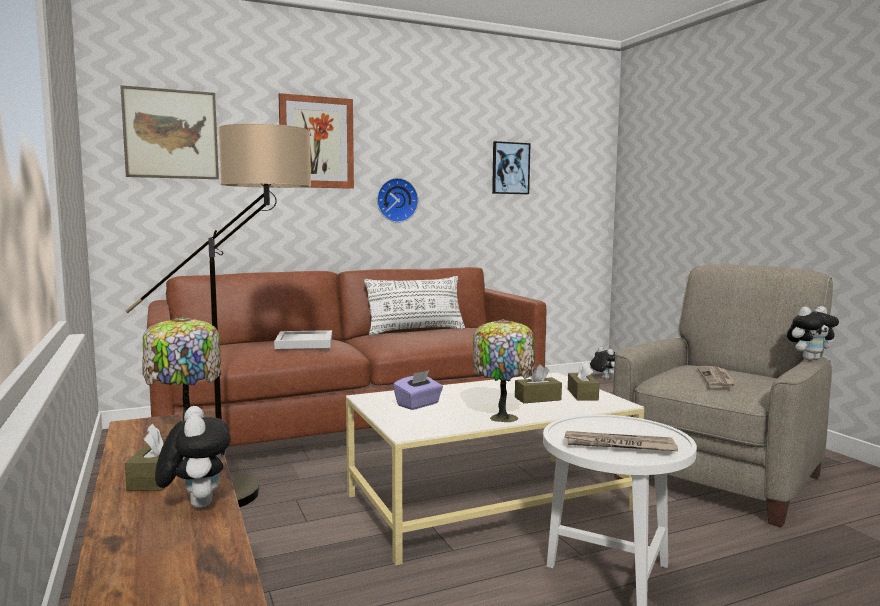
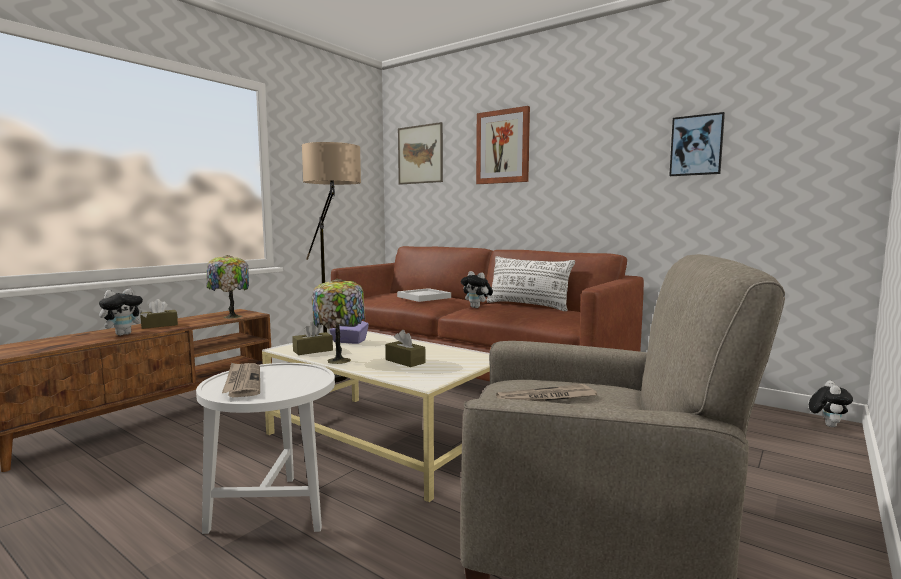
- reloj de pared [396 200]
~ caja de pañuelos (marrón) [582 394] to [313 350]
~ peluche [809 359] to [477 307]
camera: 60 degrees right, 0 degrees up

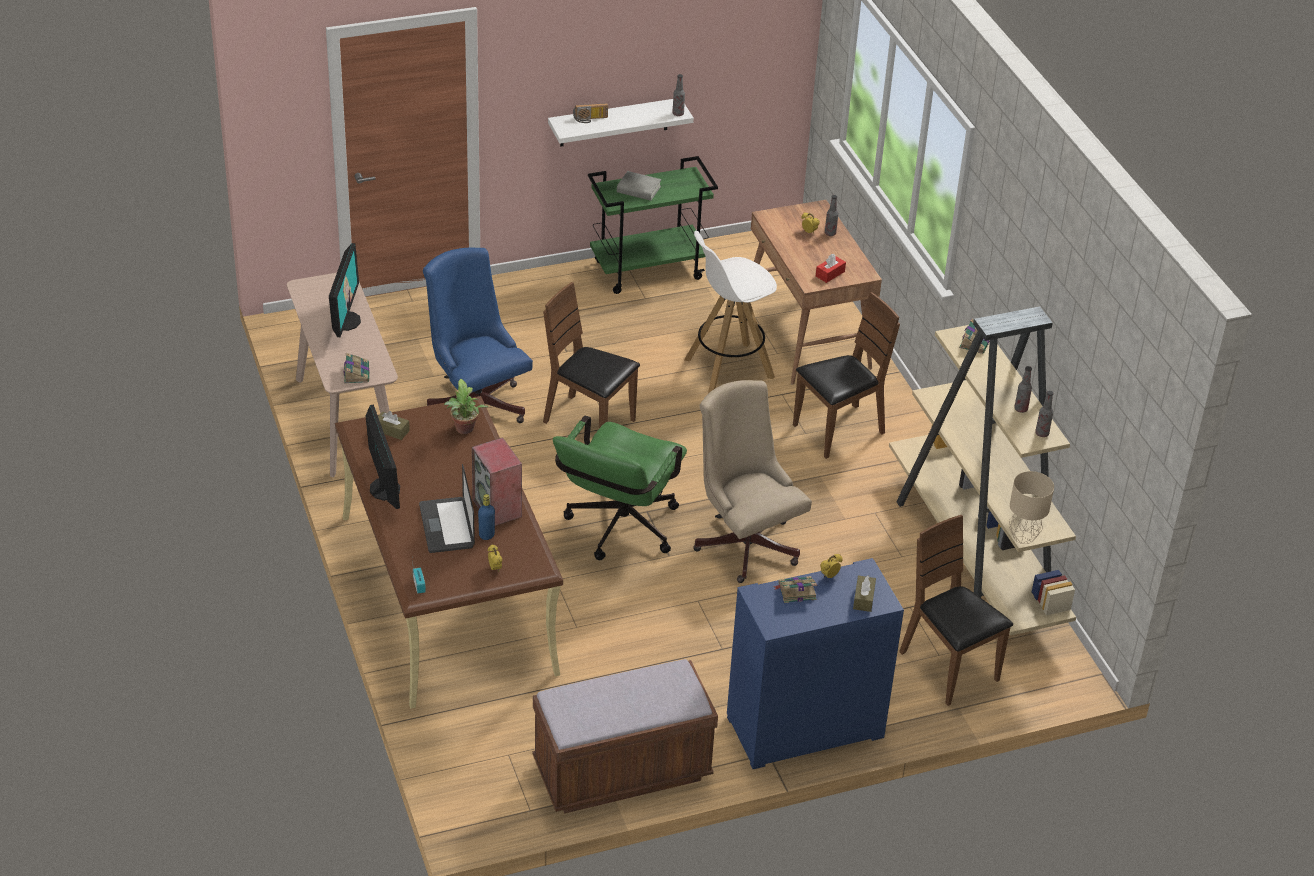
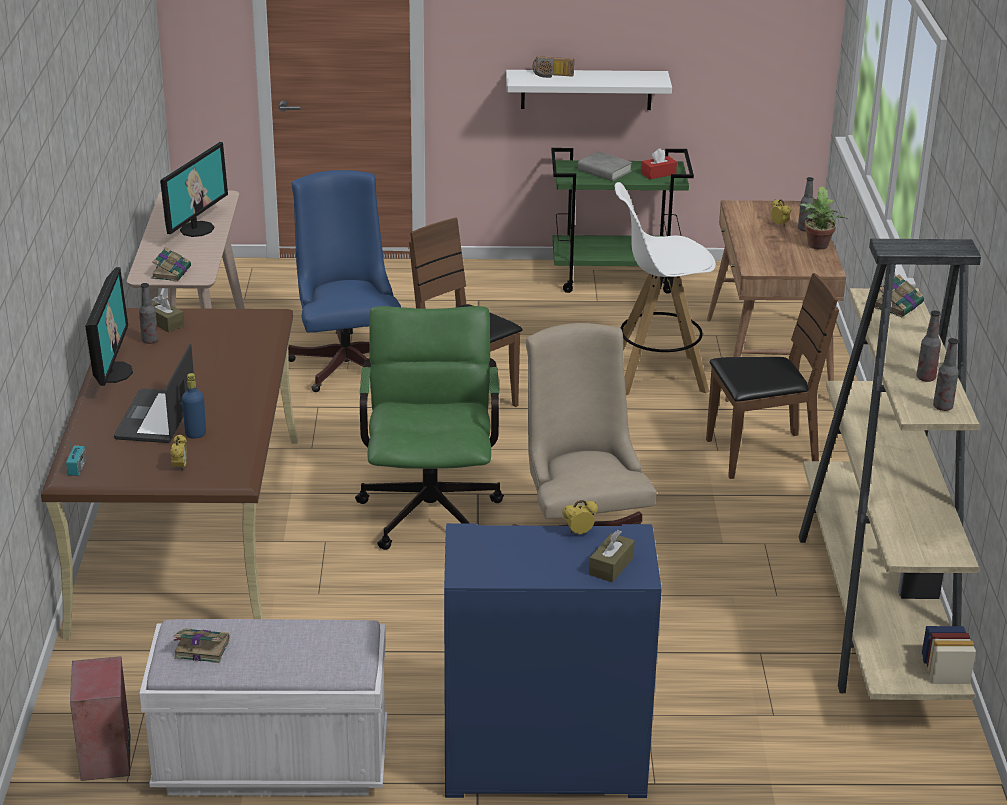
- silla (marrón) [948 668]
- lámpara de mesa (beis) [1023 537]
~ planta en maceta [464 430] to [817 246]
~ altavoz [498 508] to [107 757]
~ botella [678 113] to [150 341]
~ libro [796 591] to [200 648]
~ caja de pañuelos (rojo) [830 274] to [658 174]
~ banco (marrón) [622 772] to banco (blanco) [272 763]
~ silla de oficina (verde) [617 531] = [430 507] 135 degrees clockwise
camera: 20 degrees right, 10 degrees down

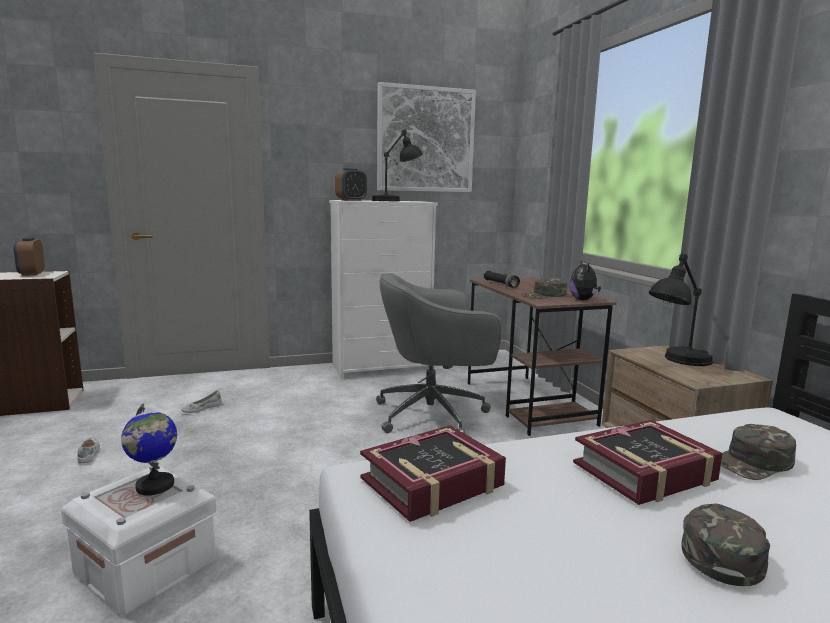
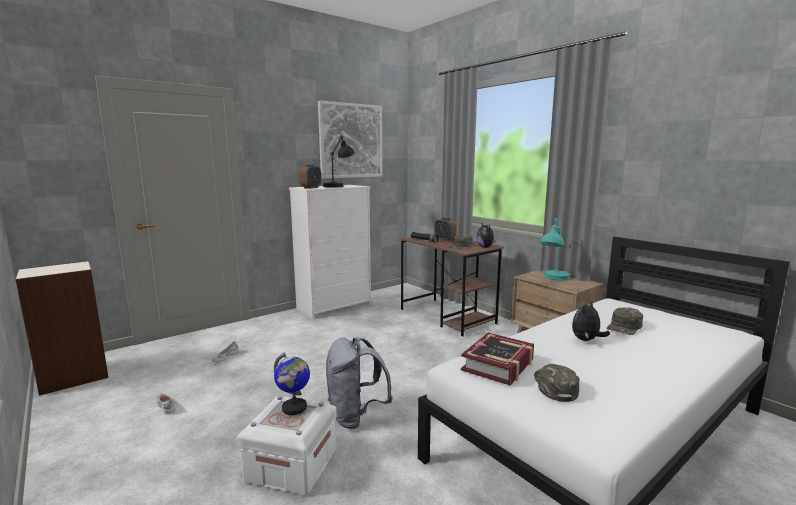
- silla de oficina (gris) [434 414]
+ mochila (gris) [355 416]
~ despertador [31 274] to [444 240]
~ gorra (verde) [718 548] to [554 386]
~ libro [645 472] to peluche [586 340]
~ lámpara de mesa (negro) [677 362] to lámpara de mesa (turquesa) [553 279]
camera: 20 degrees left, 0 degrees up

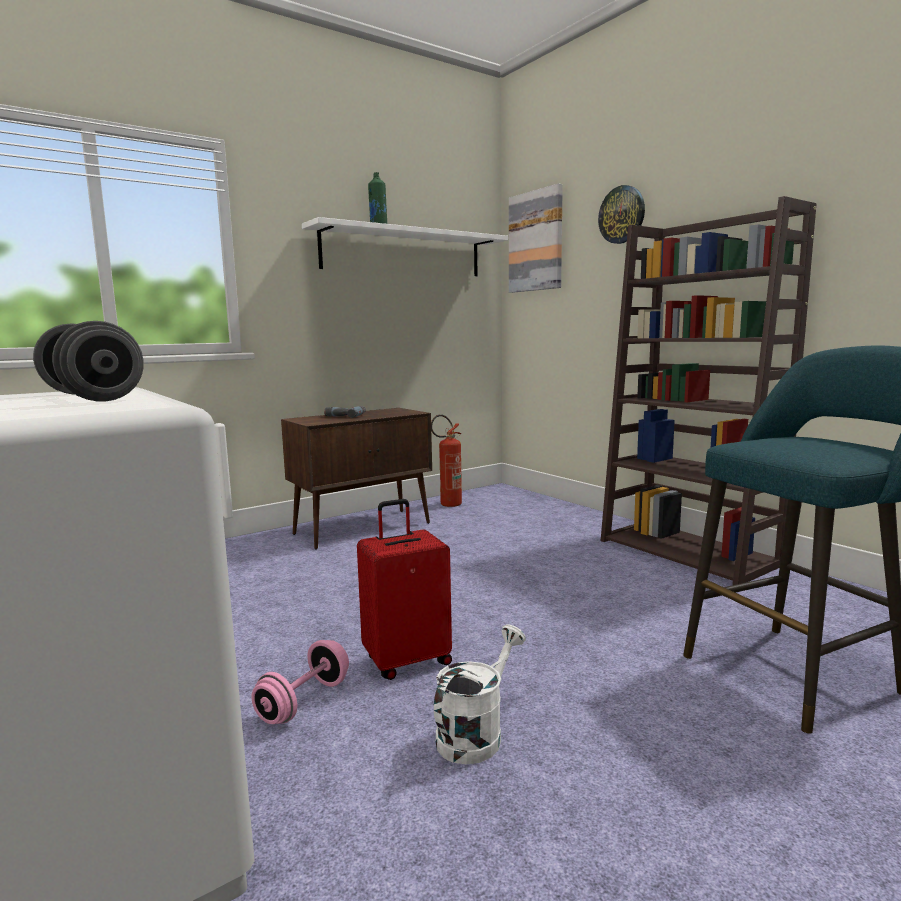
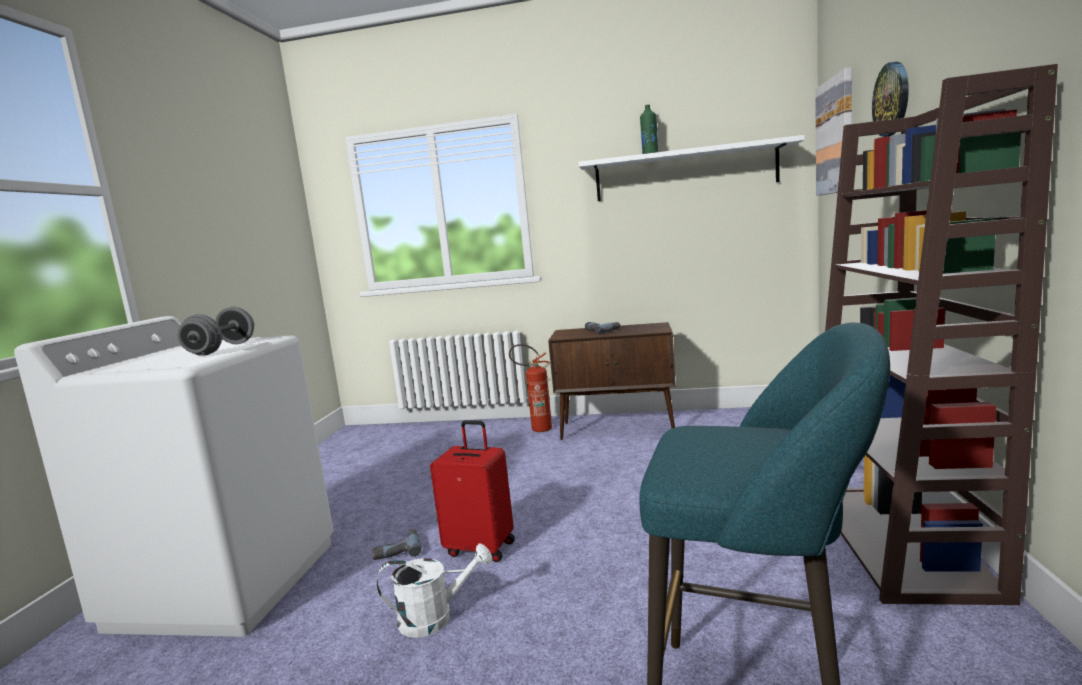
~ extintor [447 505] to [536 429]
~ mancuerna (rosa) [304 702] to taladro [397 550]
camera: 45 degrees right, 0 degrees up

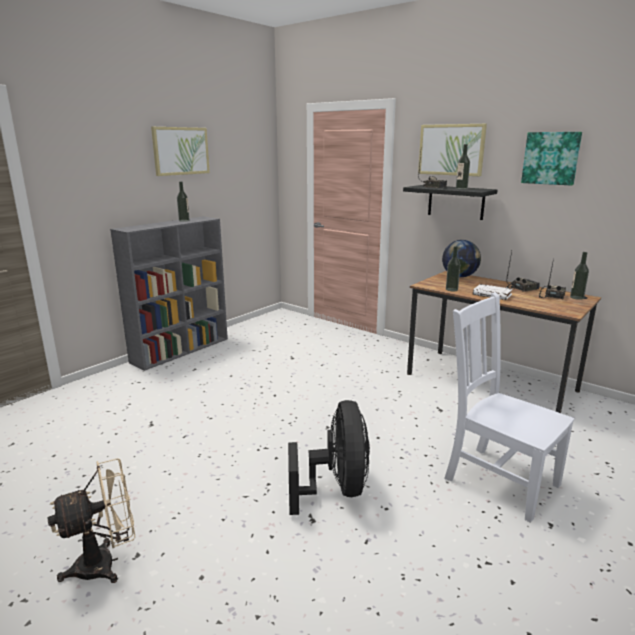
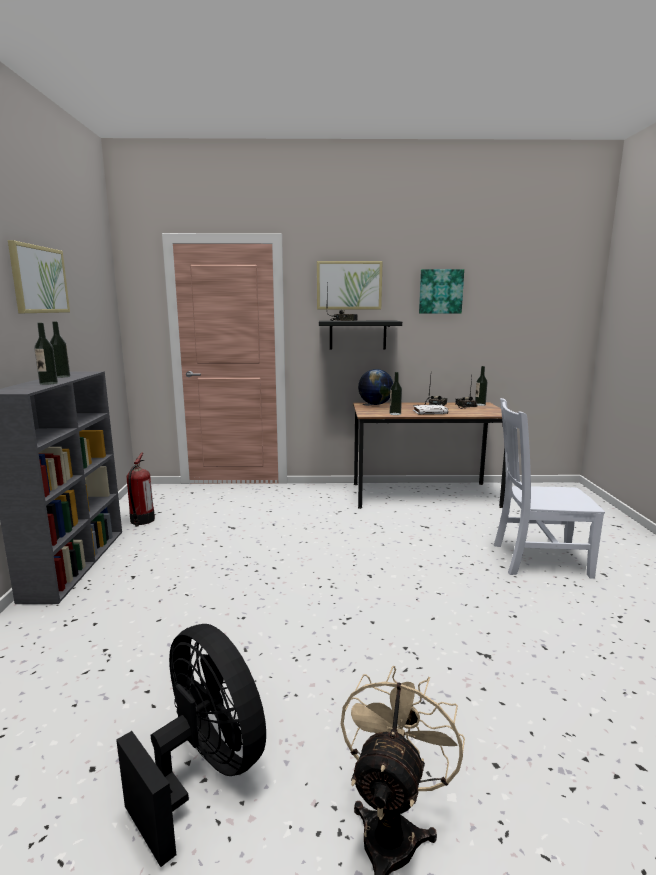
+ extintor [142 520]
~ ventilador (negro) [336 489] to [204 770]
~ botella [461 188] to [48 383]
camera: 40 degrees left, 5 degrees down

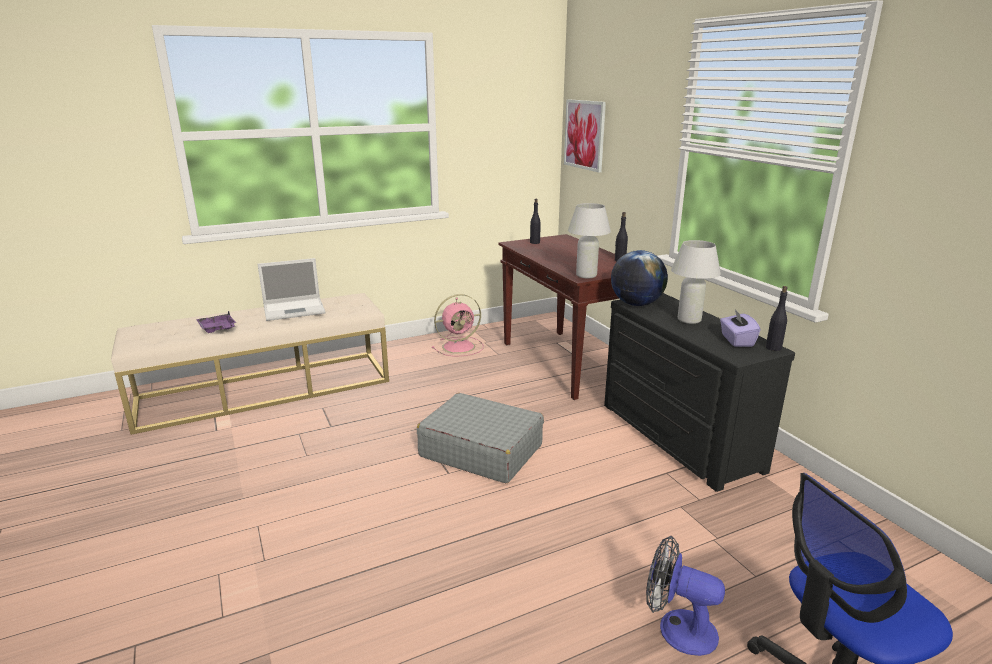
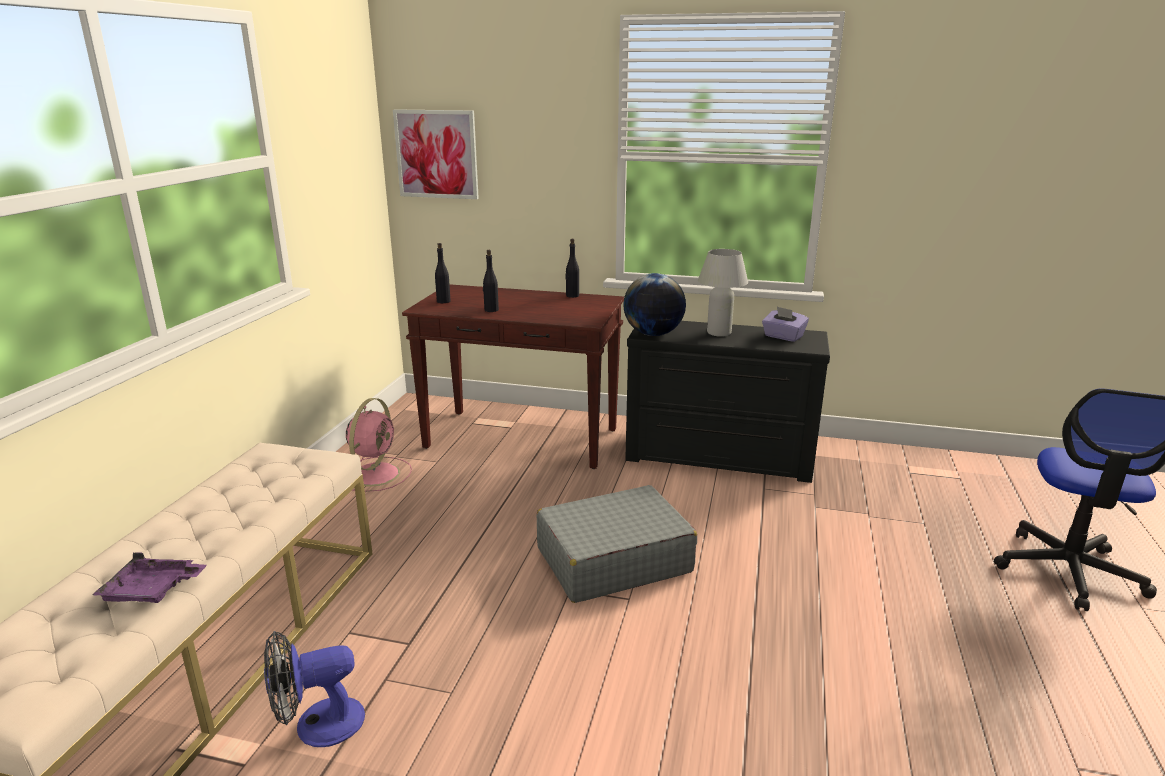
- portátil [295 309]
- lámpara de mesa (blanco) [586 275]
~ ventilador [677 628] to [317 725]
~ botella (negro) [773 348] to [491 310]
camera: 50 degrees left, 0 degrees up

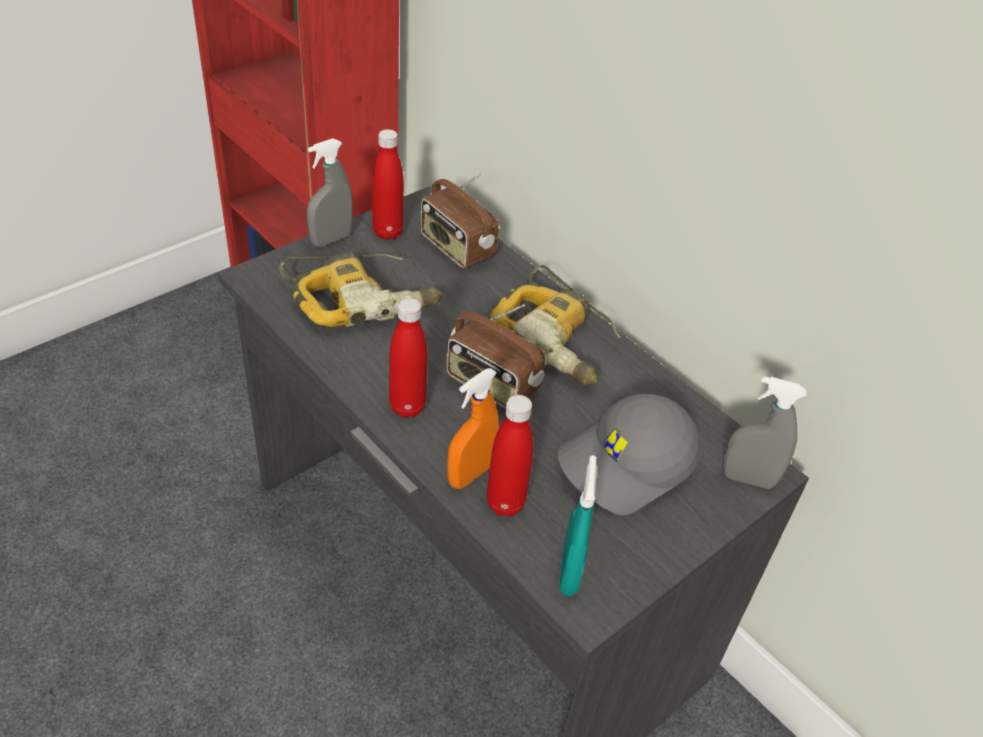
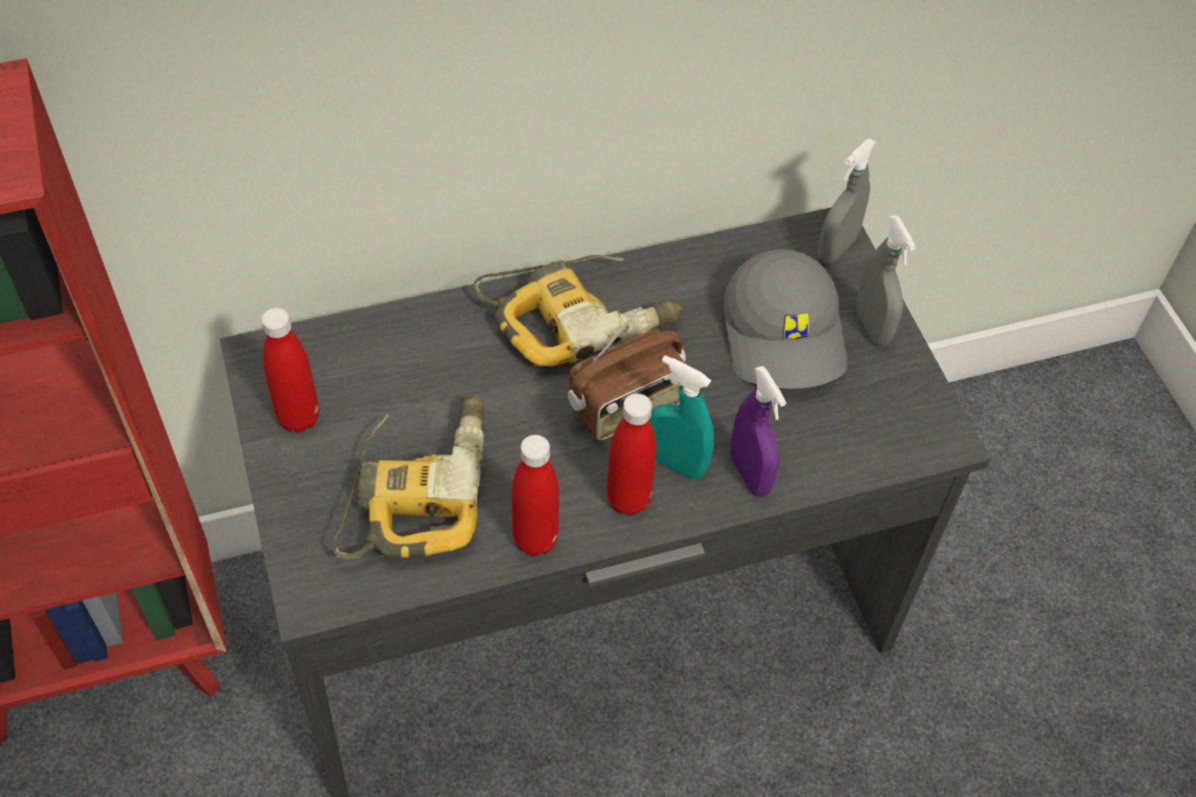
- radio [456 248]
~ pulverizador (gris) [331 239] to [872 327]
~ botella (rojo) [505 503] to [535 539]
~ pulverizador (turquesa) [569 572] to [675 463]
~ pulverizador (naranja) [470 474] to pulverizador (morado) [749 474]
camera: 65 degrees left, 10 degrees up

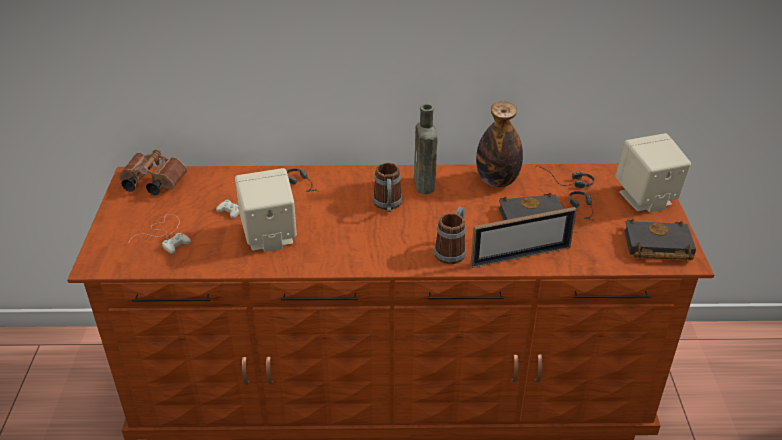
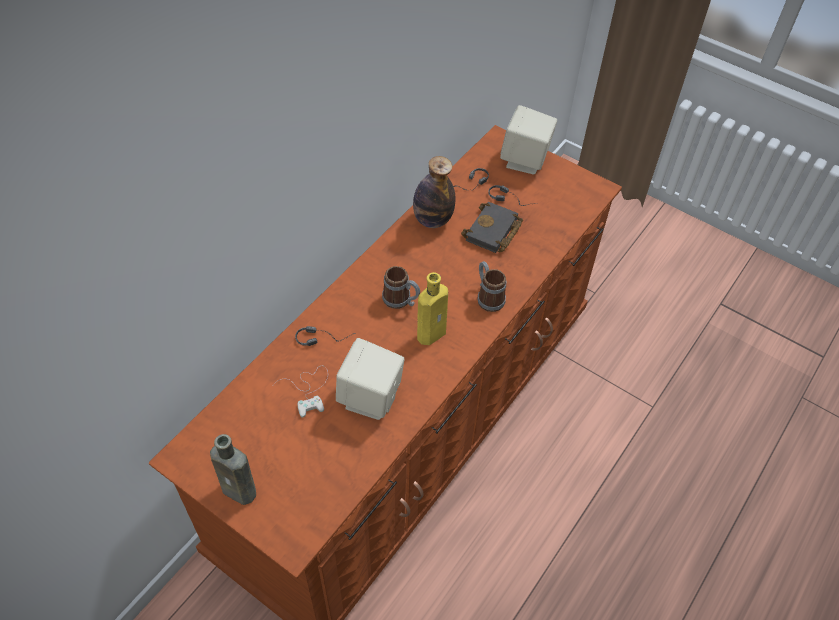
- prismáticos (marrón) [151 183]
- mando de consola (blanco) [166 235]
- portarretratos [520 256]
- libro (negro) [656 246]
+ botella (amarillo) [433 332]
~ botella (marrón) [424 186] to [241 492]
camera: 55 degrees left, 15 degrees up

